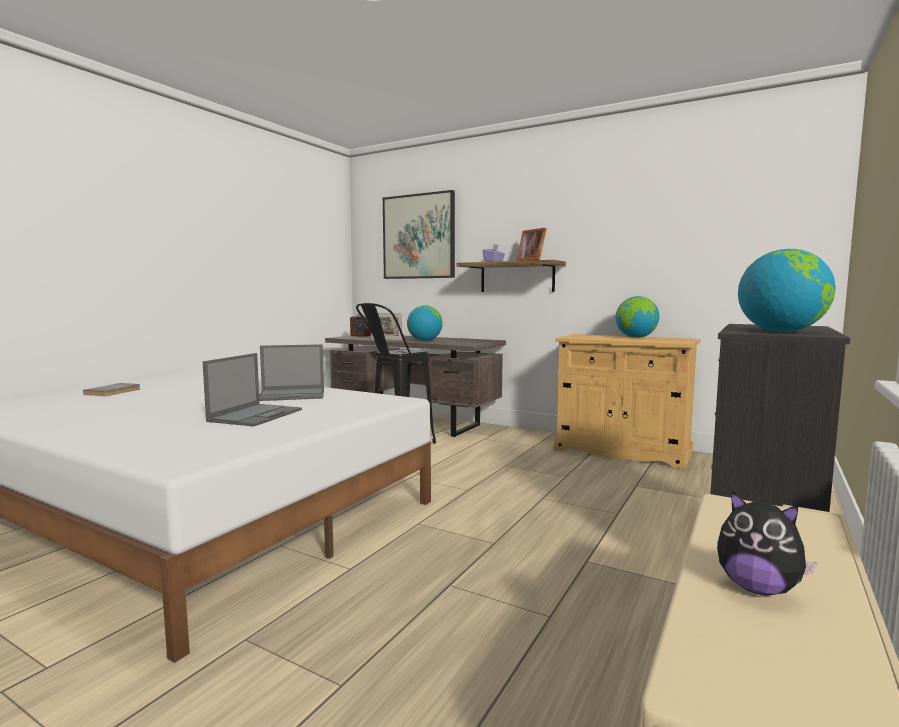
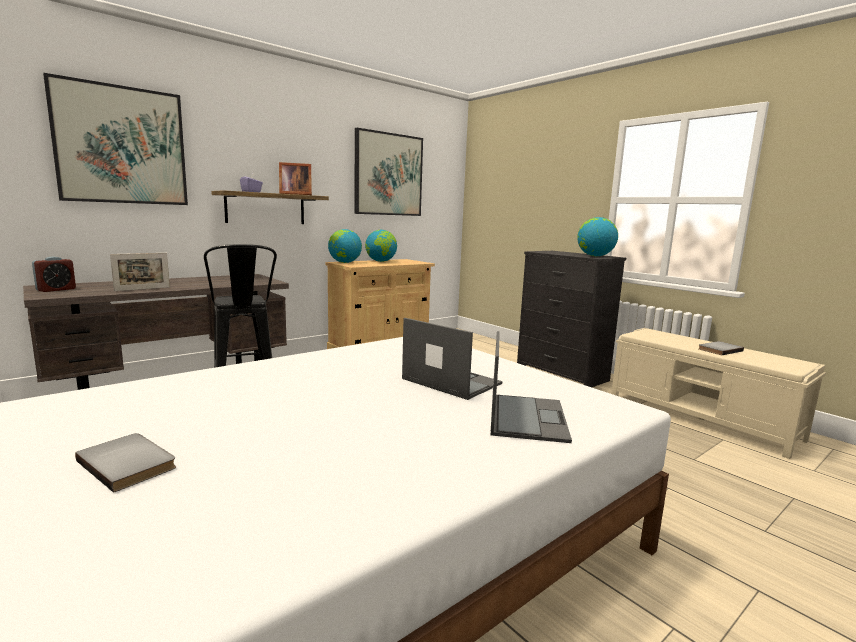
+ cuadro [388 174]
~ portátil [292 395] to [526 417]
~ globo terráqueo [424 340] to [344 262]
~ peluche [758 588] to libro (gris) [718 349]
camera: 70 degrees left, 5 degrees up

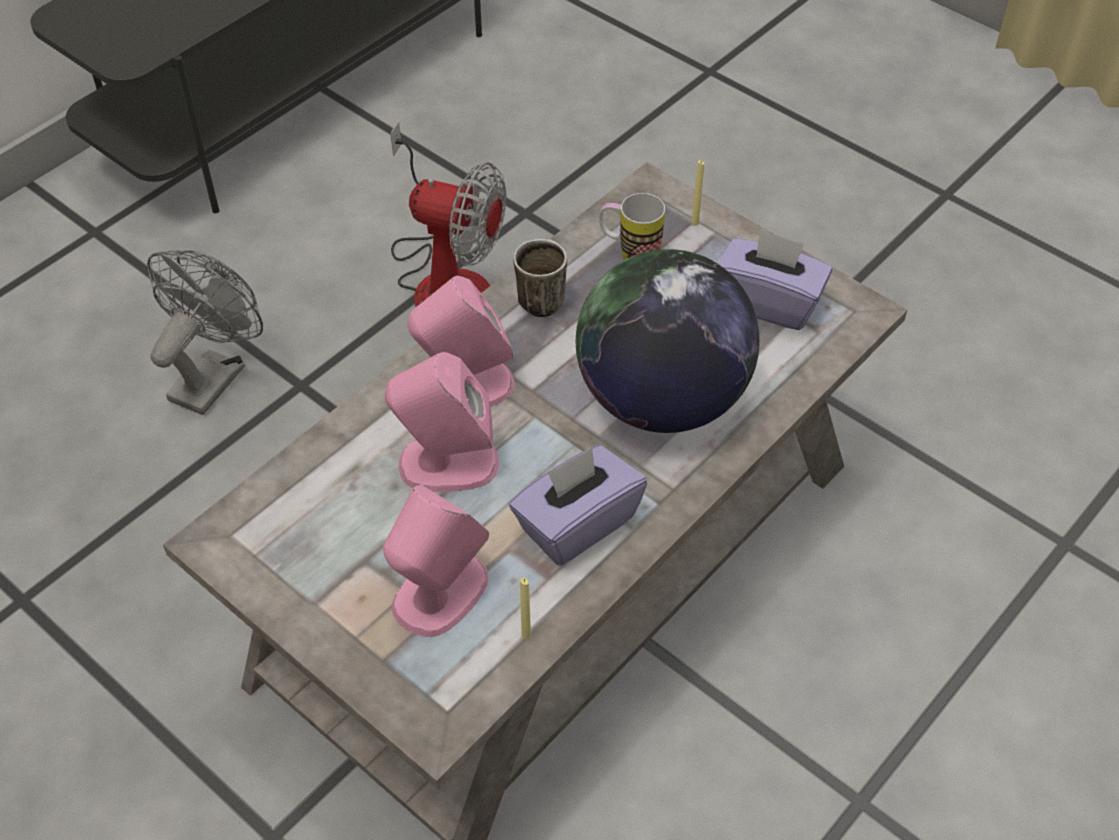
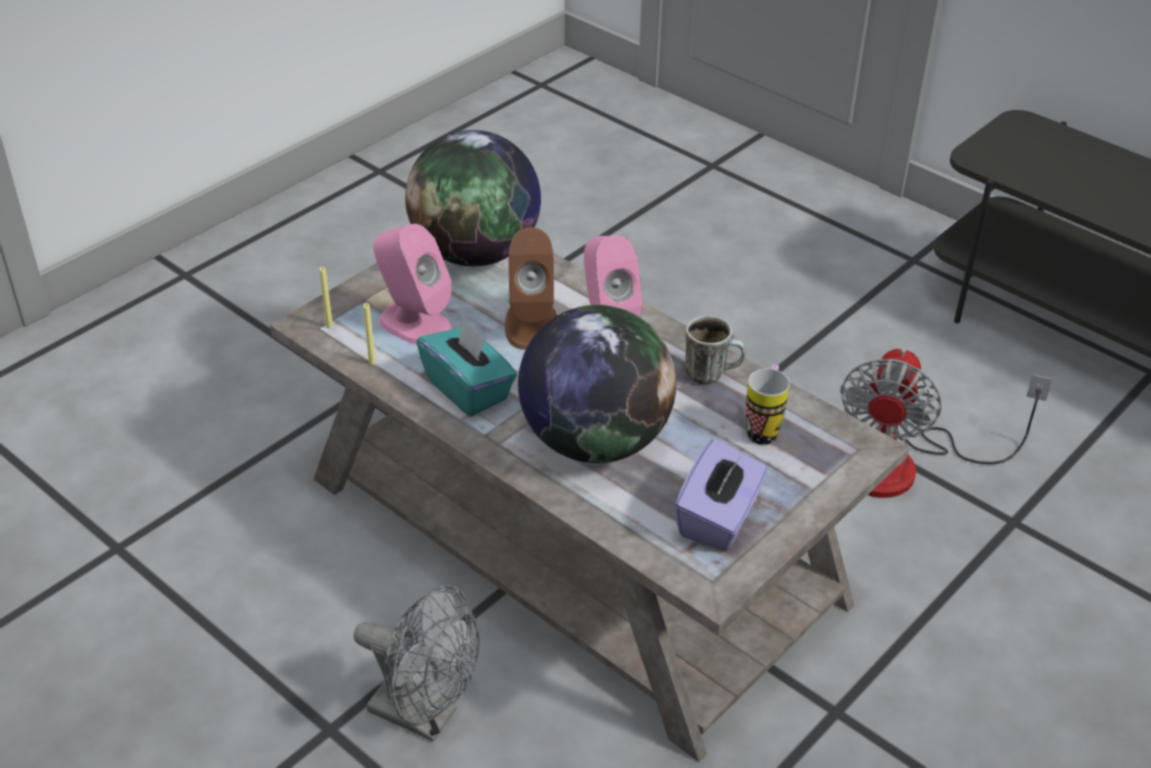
+ globo terráqueo [475 253]
~ ventilador (gris) [213 375] to [425 715]
~ vela (amarillo) [695 223] to [329 326]
~ altavoz (rosa) [447 463] to altavoz (marrón) [531 325]
~ caja de pañuelos (morado) [576 523] to caja de pañuelos (turquesa) [468 389]
camera: 90 degrees right, 10 degrees down

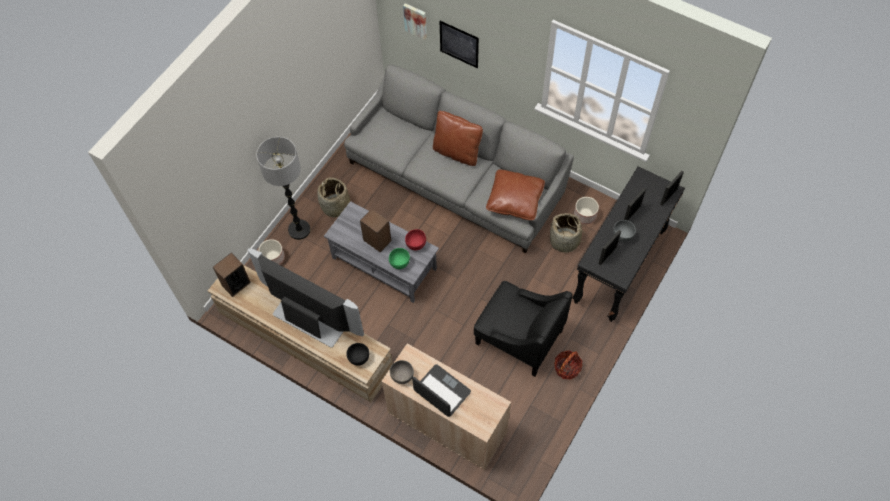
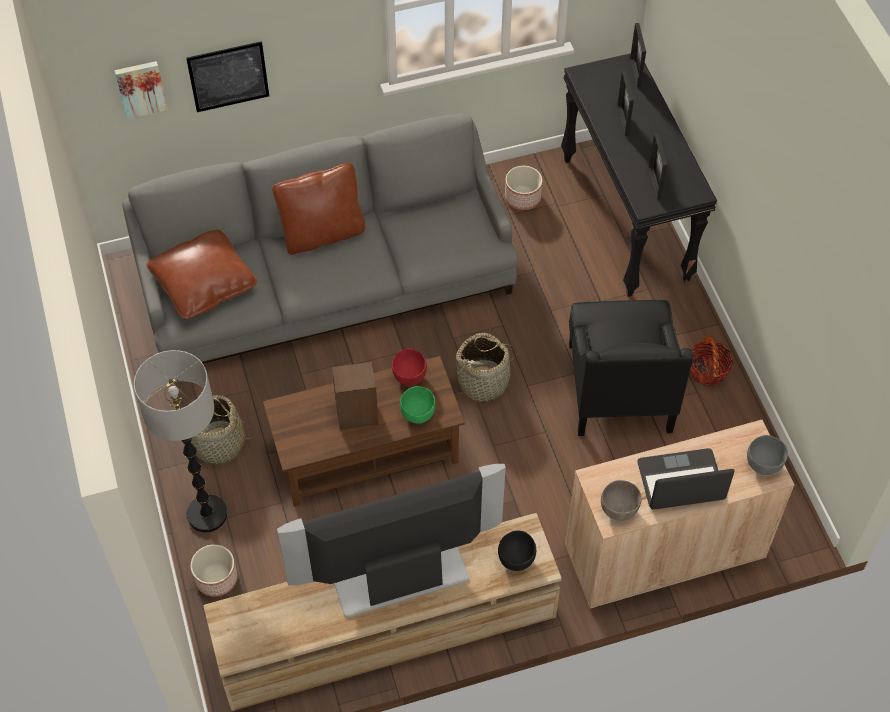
- altavoz [236 284]
~ cojín (marrón) [515 200] to [204 284]
~ cesta [565 241] to [483 382]
~ cuenco (gris) [622 236] to [763 464]
~ mesa de centro (gris) [384 263] to mesa de centro (marrón) [367 452]
~ sillón (negro) [518 337] = [619 387] 105 degrees clockwise
camera: 50 degrees left, 5 degrees down

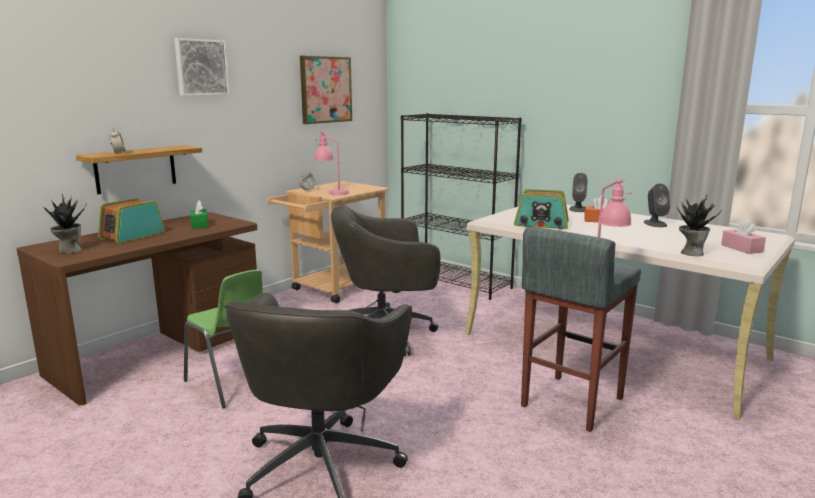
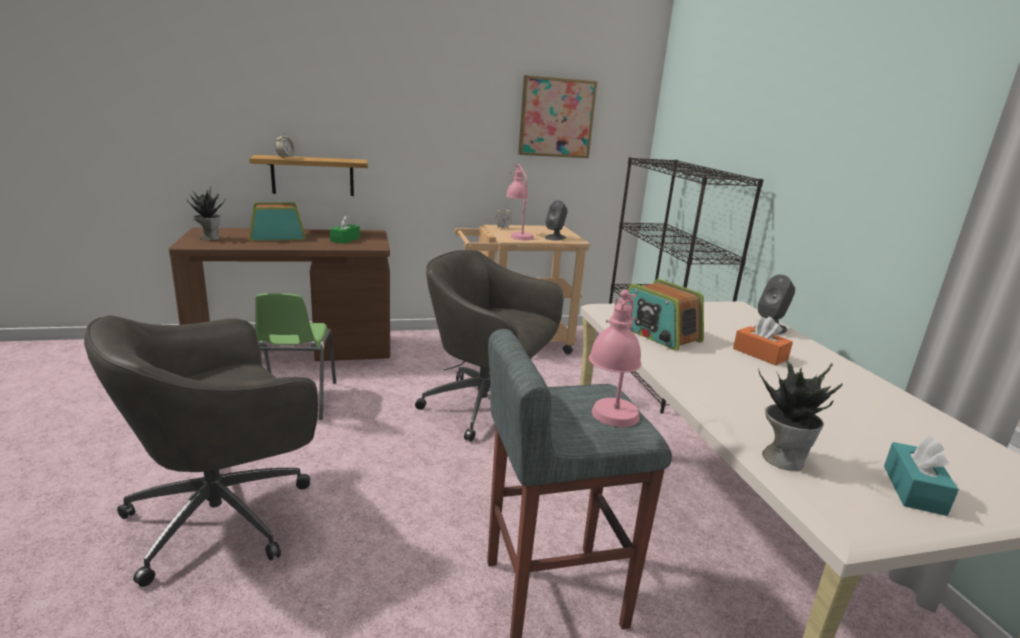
- cuadro [201 67]
~ altavoz (gris) [655 223] to [555 237]
~ caja de pañuelos (rosa) [741 248] to caja de pañuelos (turquesa) [913 490]
camera: 35 degrees right, 5 degrees up

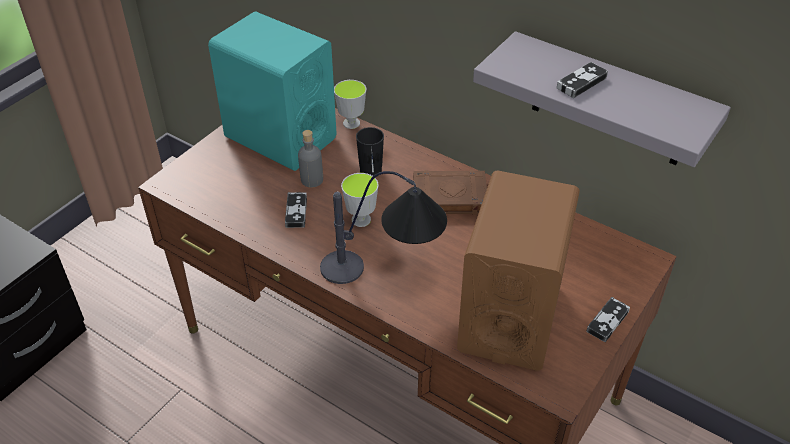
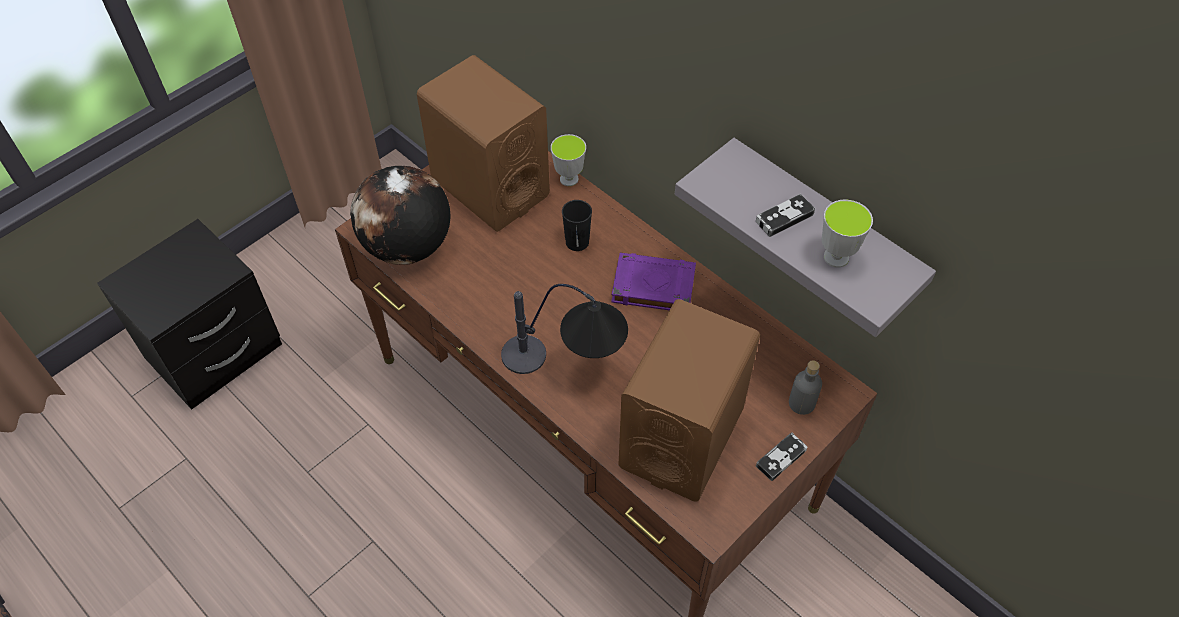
- mando de consola [296 212]
+ globo terráqueo [407 247]
~ botella (gris) [312 180] to [801 403]
~ taza [361 220] to [836 257]
~ altavoz (turquesa) [280 137] to altavoz (marrón) [489 187]
~ libro (marrón) [448 197] to libro (morado) [652 286]
camera: 10 degrees right, 10 degrees up

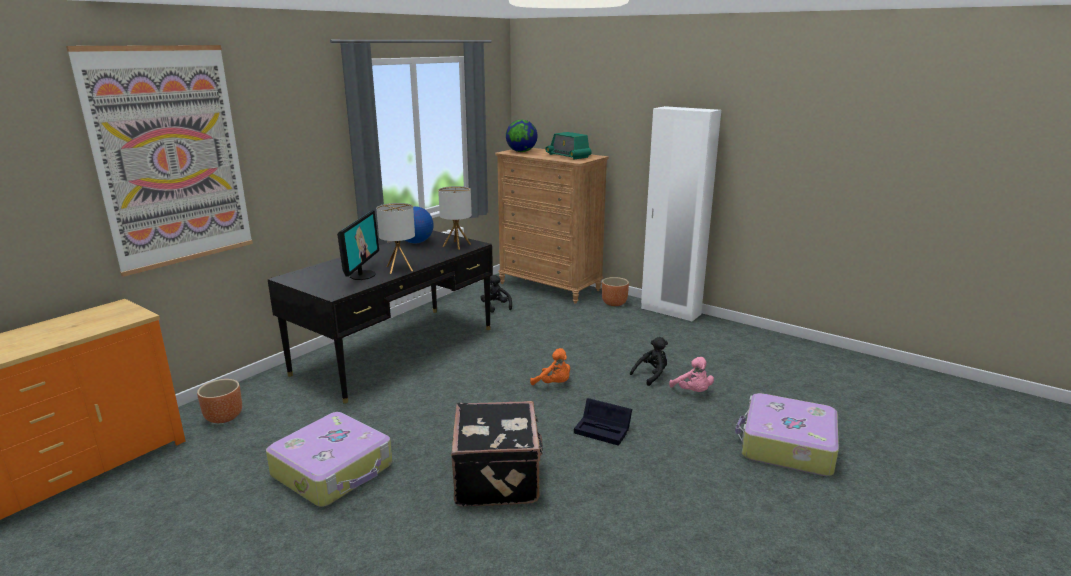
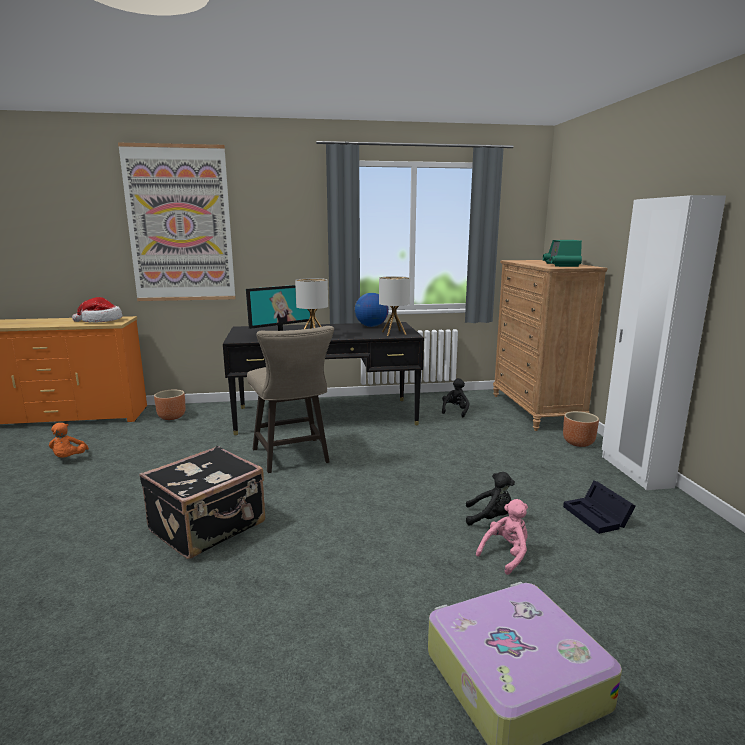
- maleta [334 470]
- globo terráqueo [521 152]
+ sombrero [101 321]
+ taburete (beis) [293 458]
~ peluche (naranja) [554 384] to [69 458]
~ caja de almacenaje (negro) [604 430] to [598 517]
~ peluche (rosa) [693 392] = [506 555] 150 degrees counterclockwise
camera: 45 degrees right, 5 degrees down

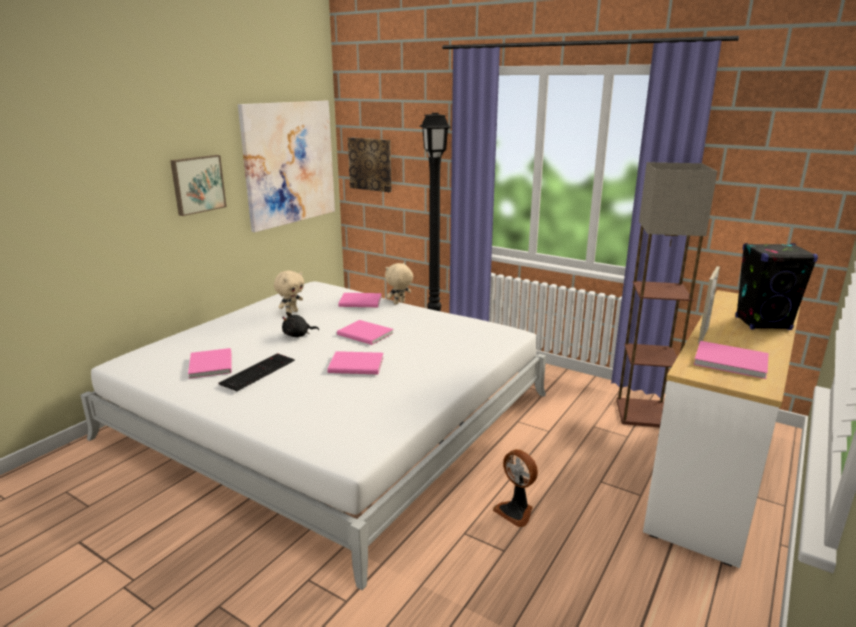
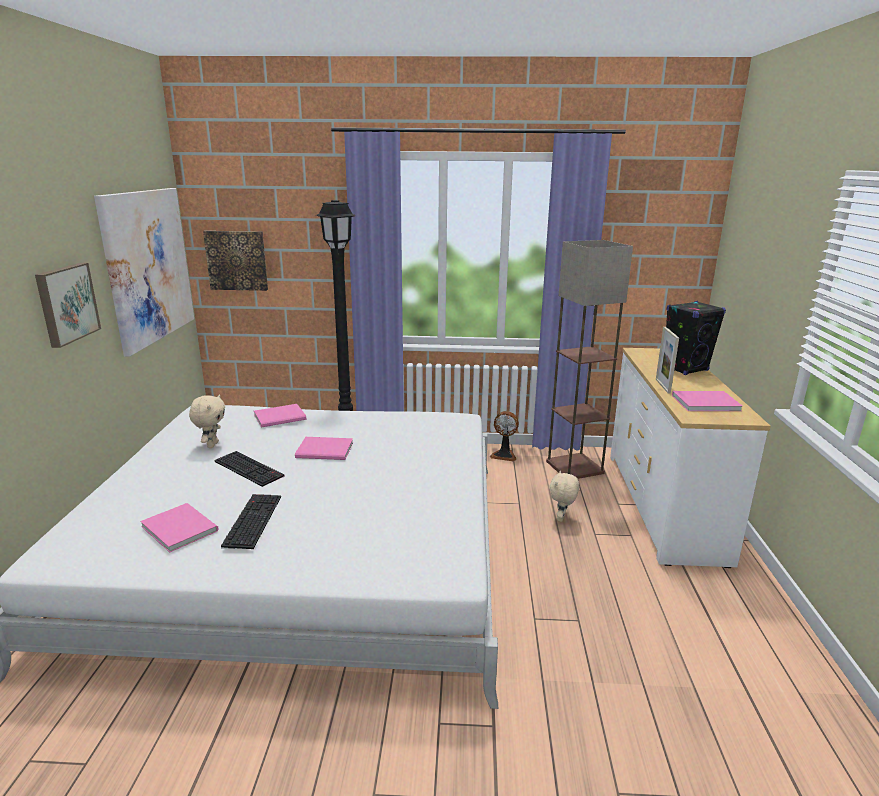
- libro (rosa) [357 365]
~ peluche (beis) [399 303] to [562 518]
~ ventilador [516 511] to [504 455]
~ peluche (negro) [298 335] to teclado [250 468]
camera: 30 degrees left, 0 degrees up

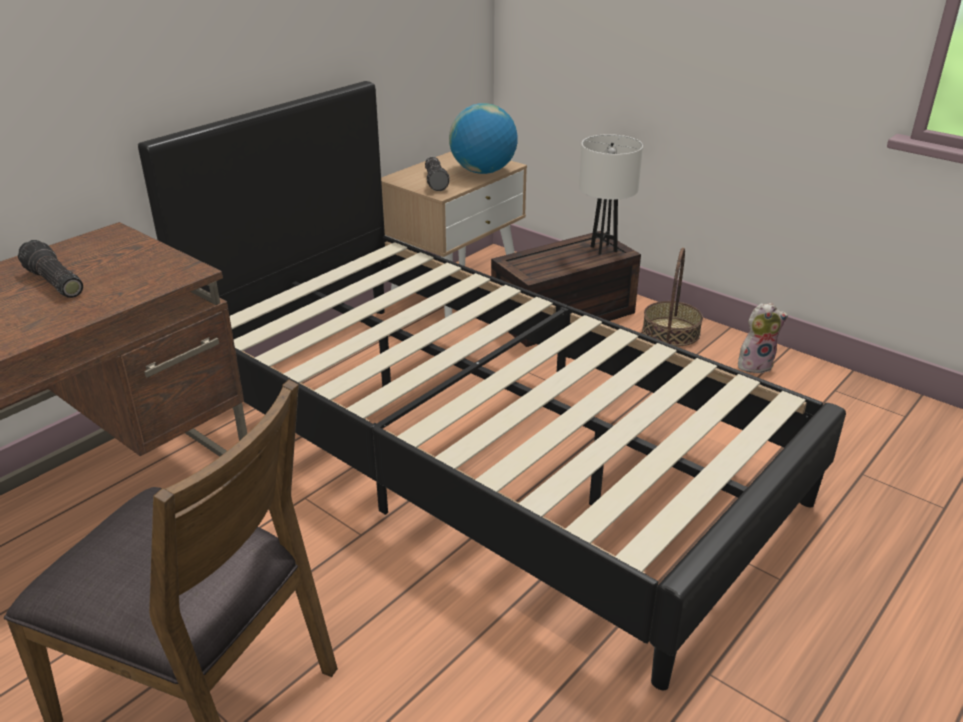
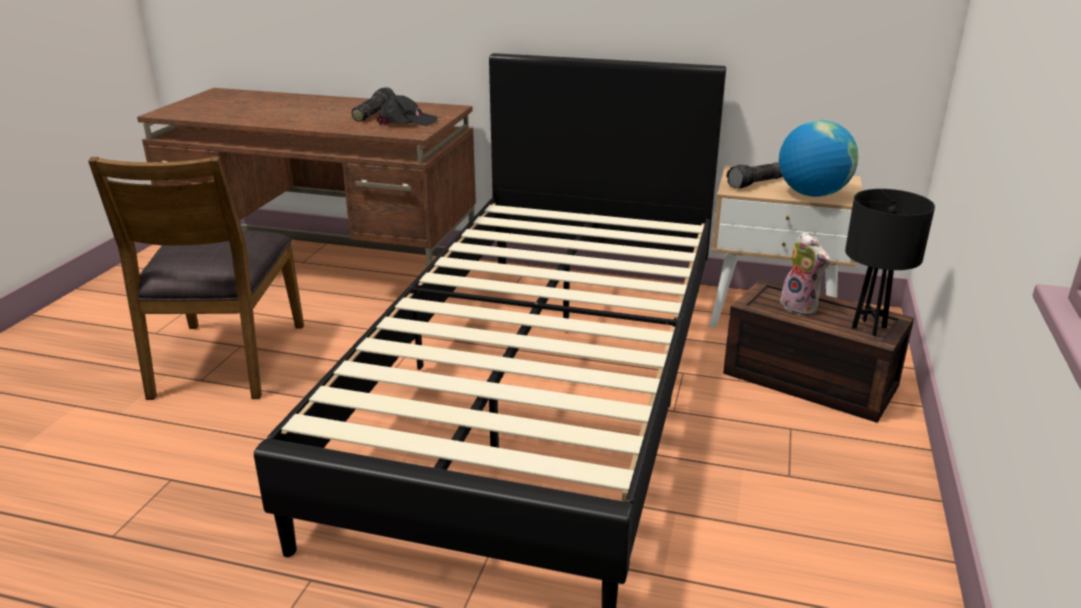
- cesta [670 332]
+ gorra (negro) [406 122]
~ peluche [755 364] to [801 307]
~ lámpara de mesa (blanco) [603 249] to lámpara de mesa (negro) [868 327]
camera: 65 degrees right, 5 degrees down

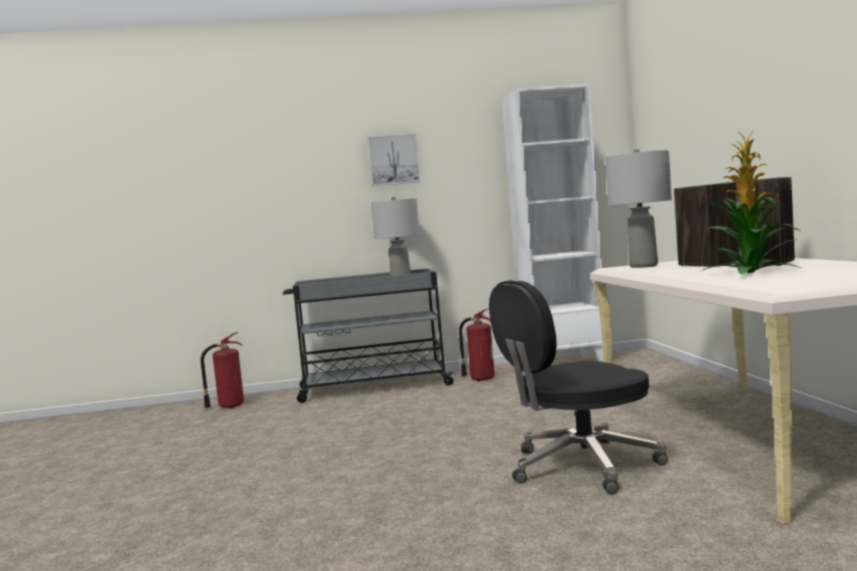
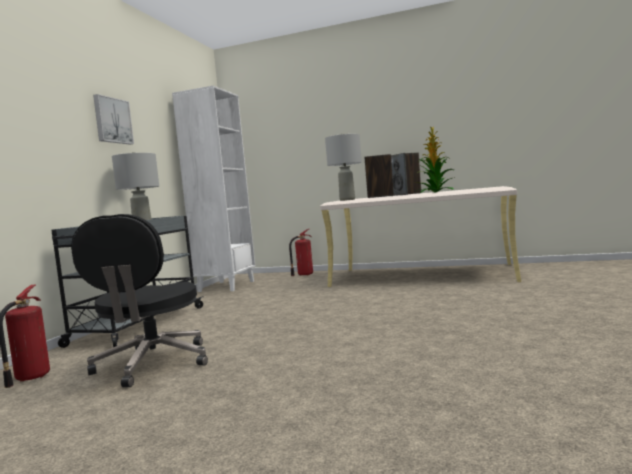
~ extintor [481 379] to [304 275]
~ silla de oficina (negro) [580 466] to [152 364]
camera: 65 degrees left, 0 degrees up

